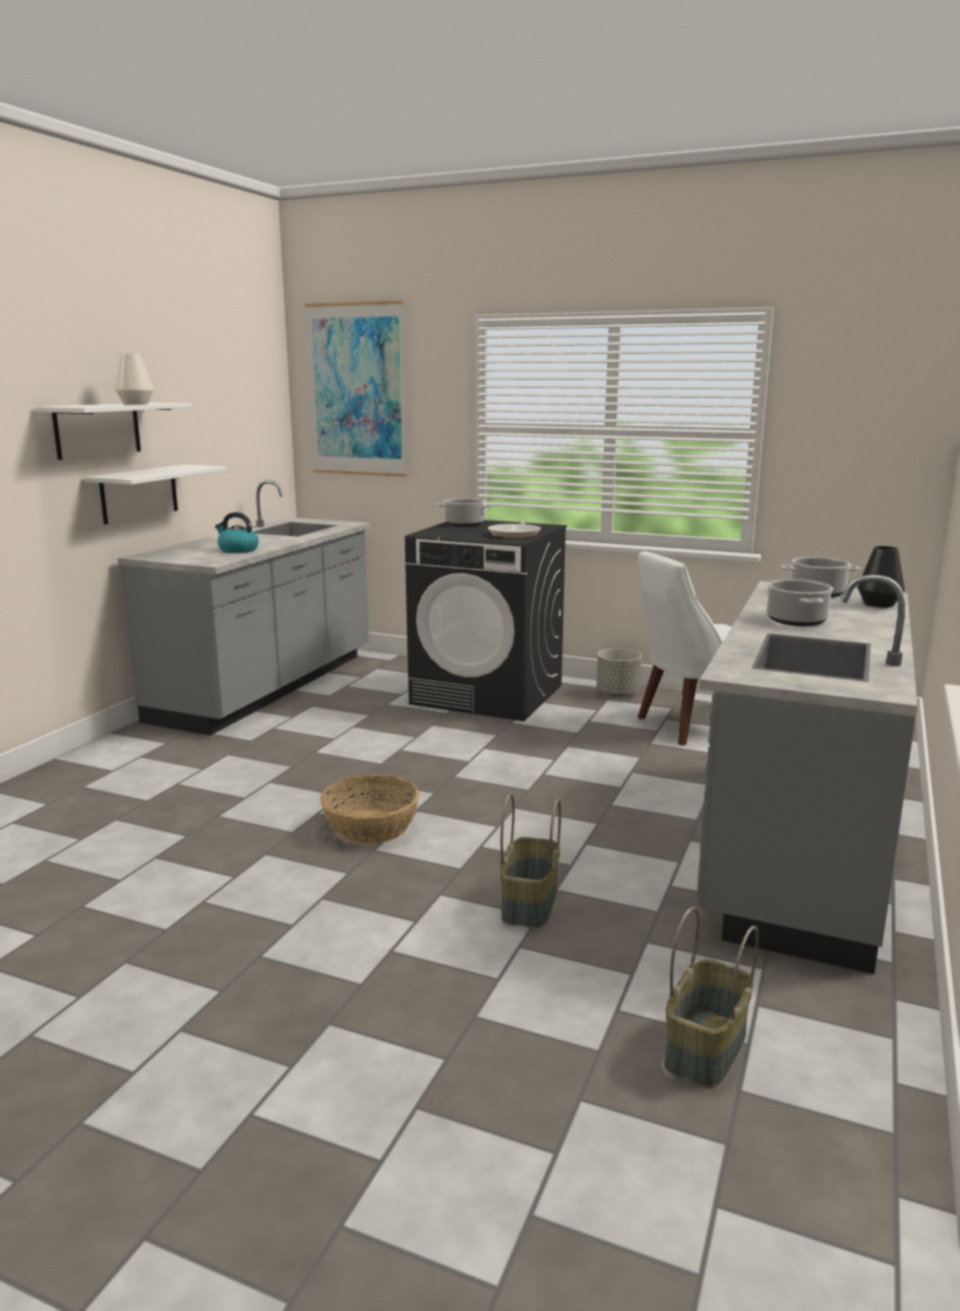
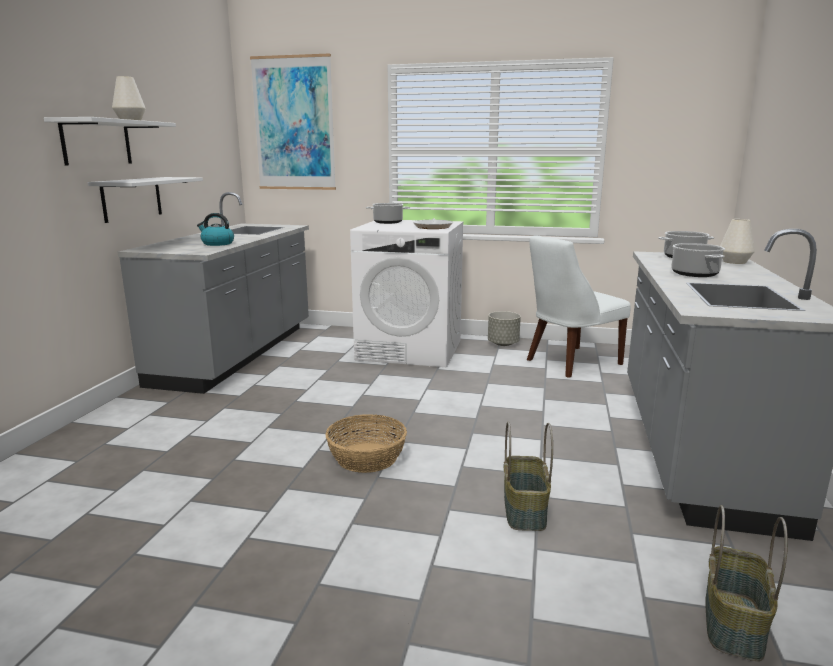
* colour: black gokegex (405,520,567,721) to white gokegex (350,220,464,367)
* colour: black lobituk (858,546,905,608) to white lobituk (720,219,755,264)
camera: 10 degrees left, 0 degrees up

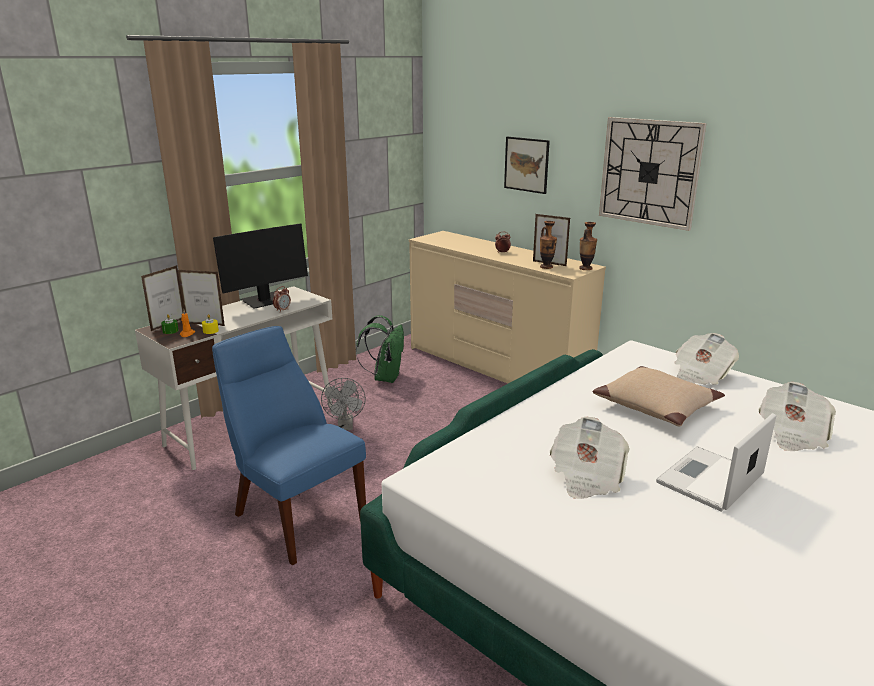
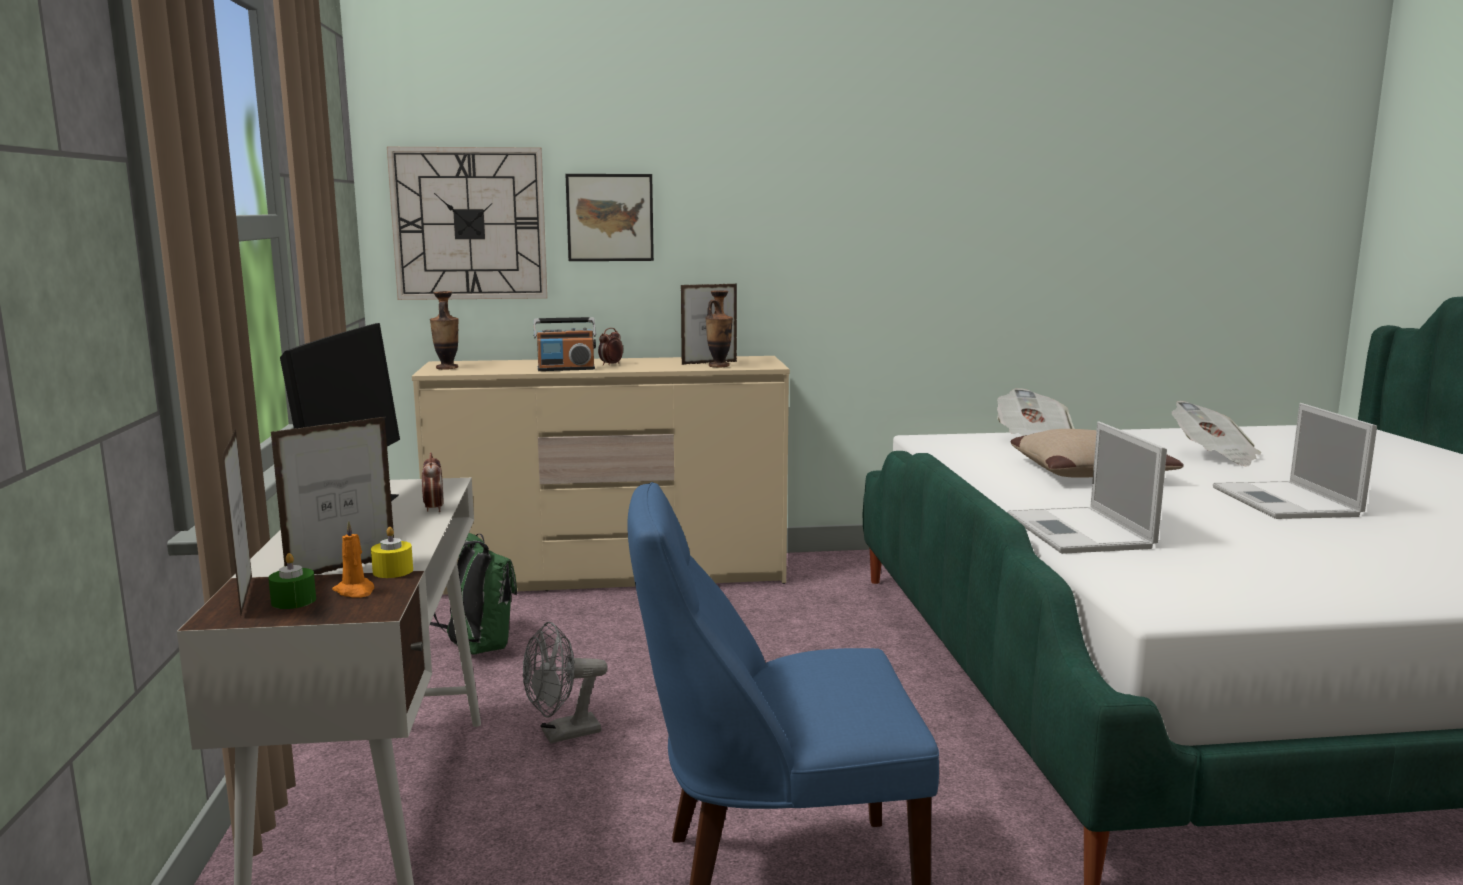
* relocated: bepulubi (599,117,707,231) to (387,147,548,300)
* relocated: lobituk (579,222,597,270) to (430,291,459,370)
* spun: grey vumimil (321,378,366,430) = (522,622,608,744) 120 degrees clockwise
* appeared: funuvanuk (533,317,596,371)
* appeared: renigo (1007,421,1167,554)
* missing: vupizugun (550,417,630,499)
camera: 50 degrees left, 10 degrees down

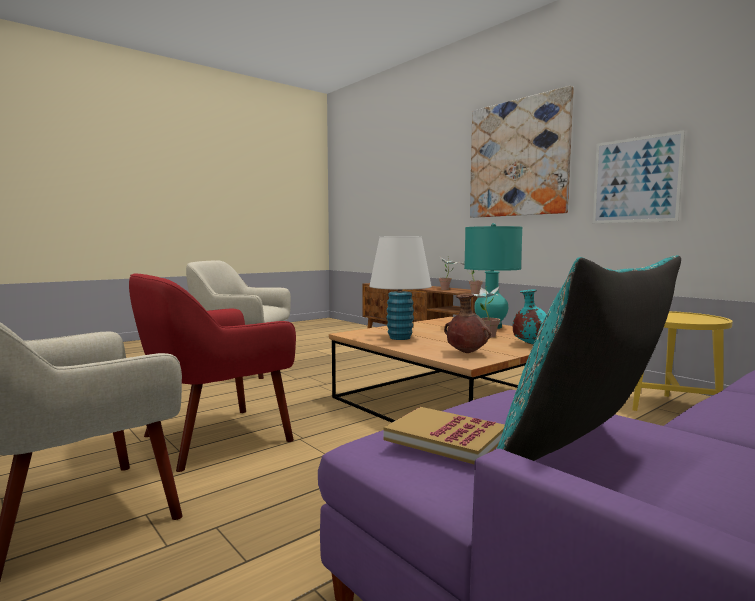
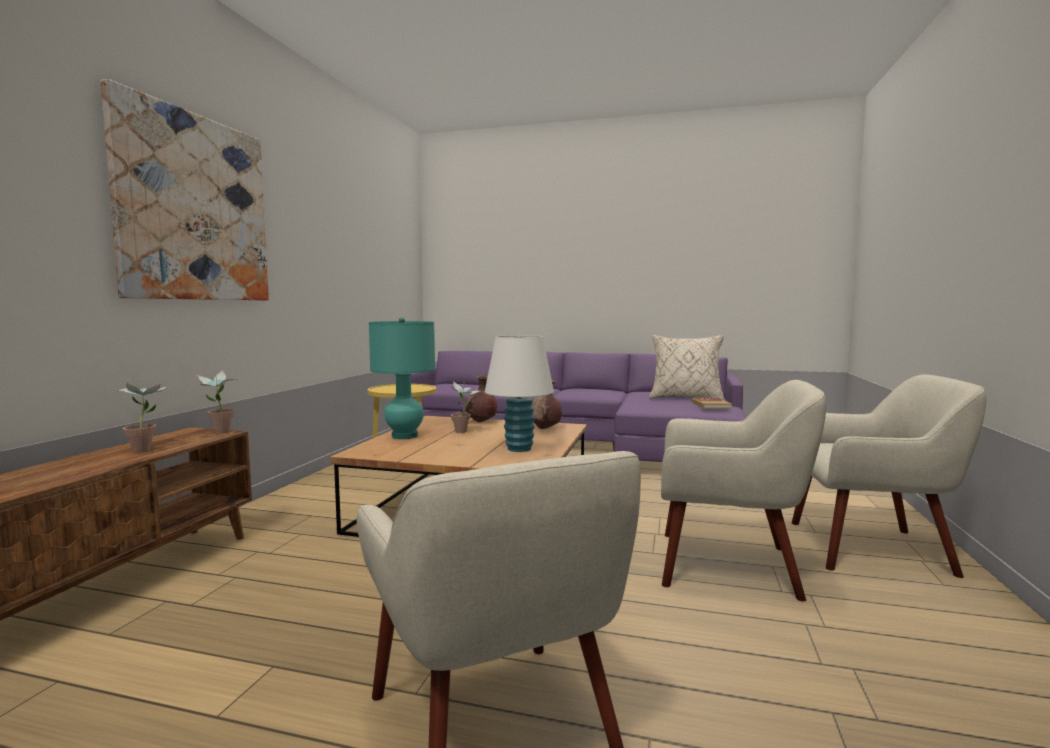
* colour: turquoise lobituk (513,290,546,344) to brown lobituk (465,375,497,422)
* colour: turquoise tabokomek (497,255,681,461) to beige tabokomek (649,335,724,400)
* colour: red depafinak (129,273,296,472) to beige depafinak (661,380,826,602)
* missing: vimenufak (593,130,685,223)
camera: 125 degrees left, 0 degrees up

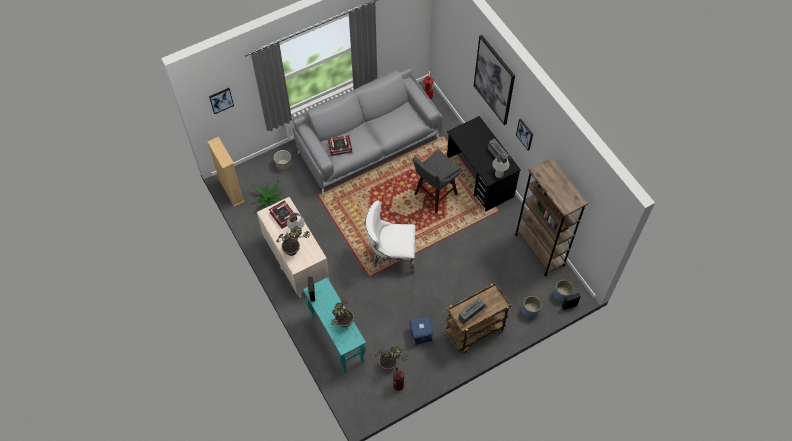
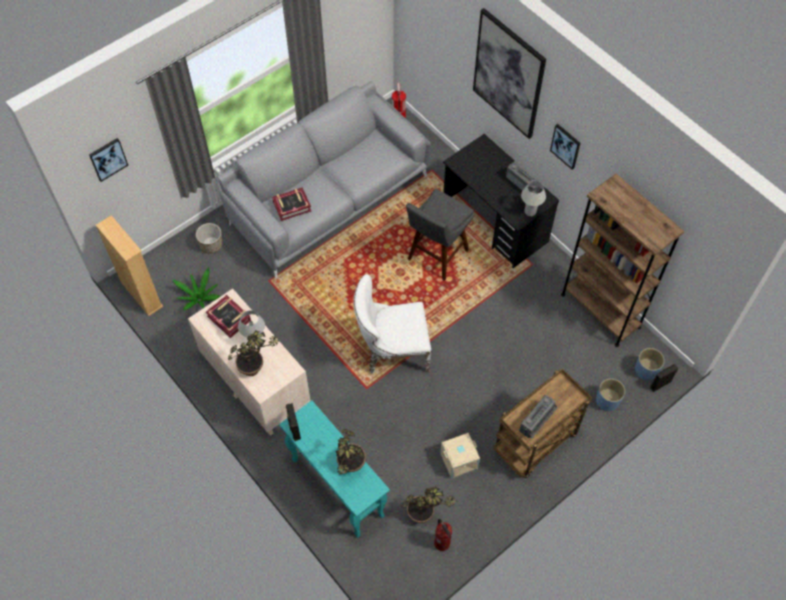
* colour: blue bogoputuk (410,316,433,345) to beige bogoputuk (440,433,480,479)
camera: 10 degrees left, 0 degrees up

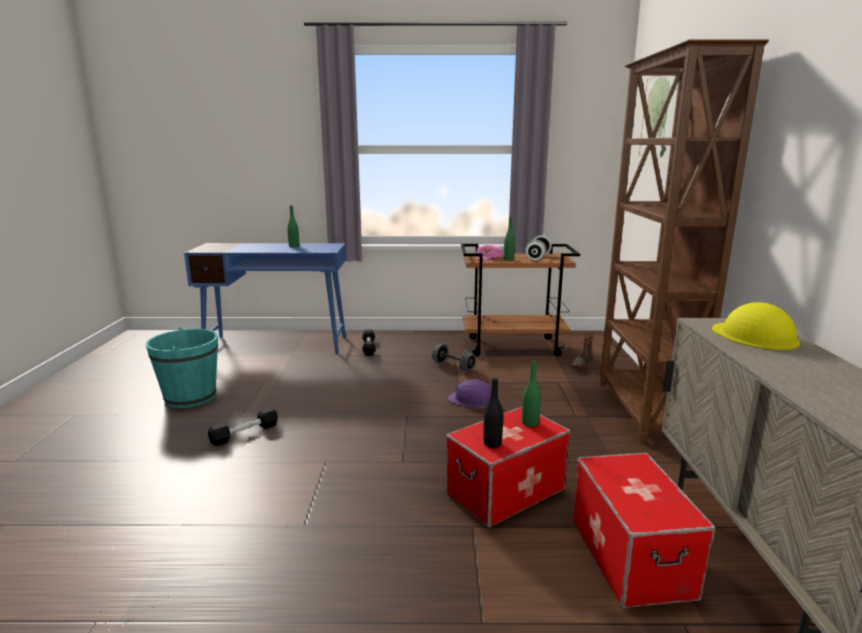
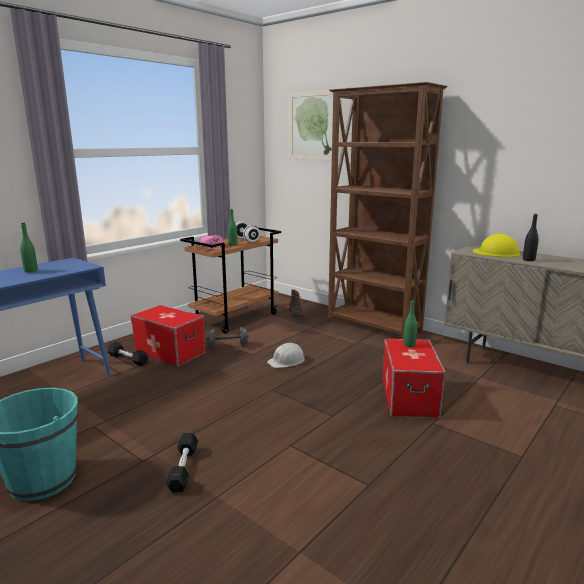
* relocated: bogoputuk (573,453,715,608) to (130,305,205,367)
* colour: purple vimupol (448,379,499,408) to white vimupol (267,343,305,368)
* relocated: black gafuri (483,376,503,448) to (523,214,539,261)
camera: 50 degrees left, 0 degrees up

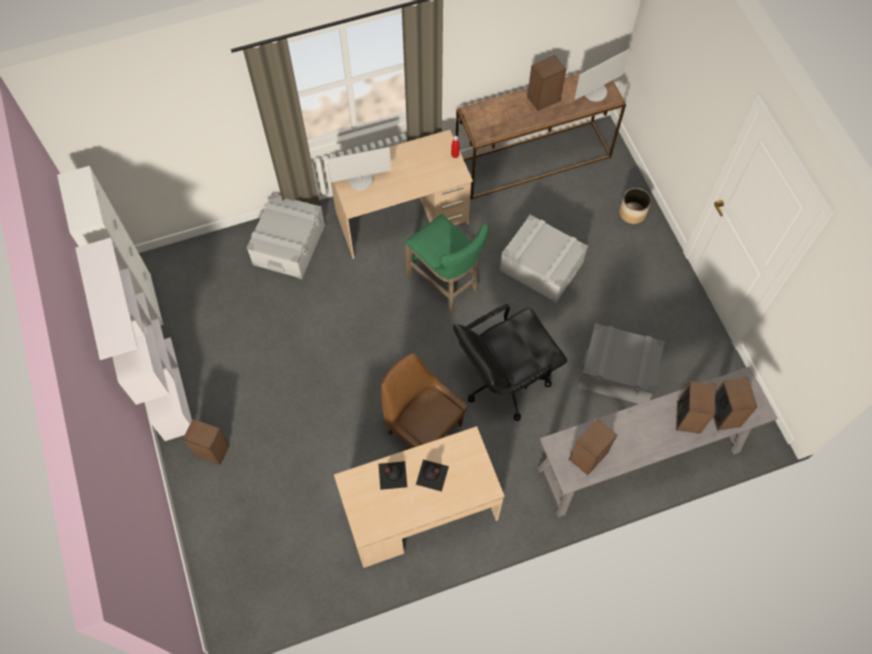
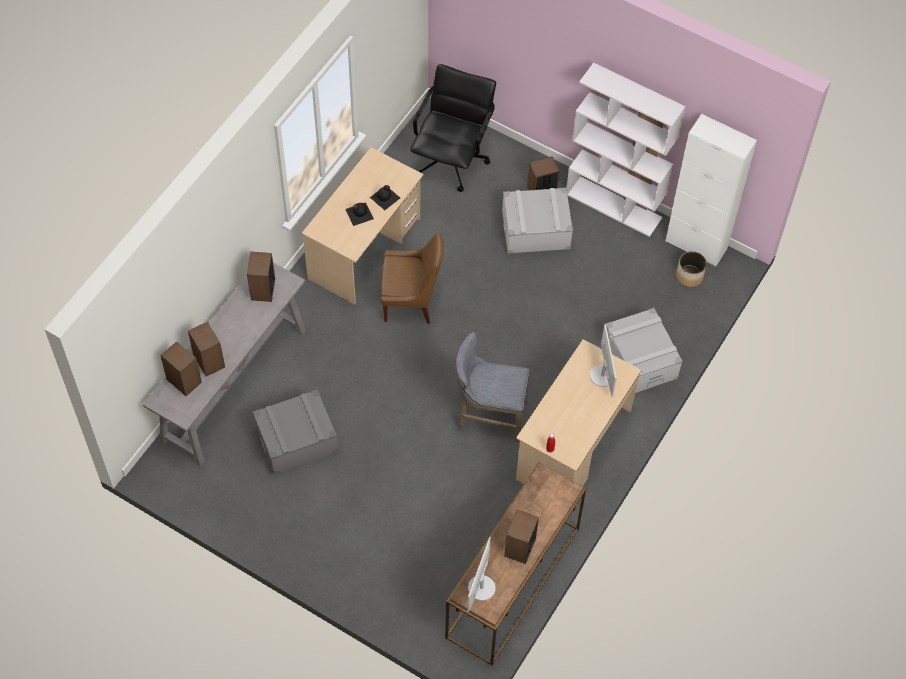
* relocated: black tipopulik (453,304,567,421) to (410,64,496,192)
* colour: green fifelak (405,214,489,312) to grey fifelak (455,332,530,442)
* relocated: grey bogoputuk (499,215,588,303) to (502,188,573,253)
* spun: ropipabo (327,147,391,190) = (590,324,617,397) 135 degrees clockwise
* relocated: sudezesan (619,188,651,224) to (676,251,707,287)
camera: 140 degrees right, 5 degrees down

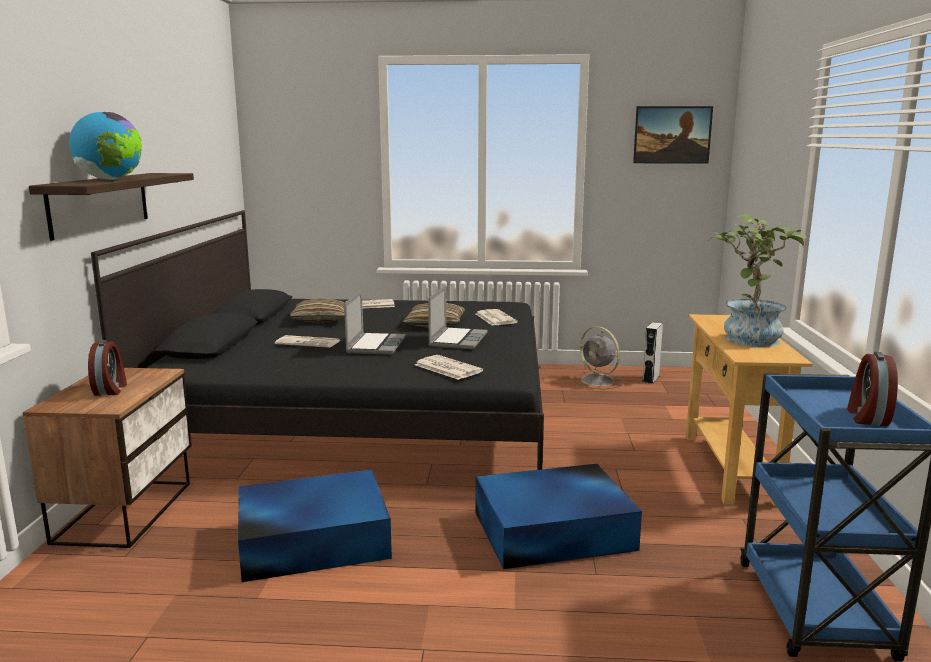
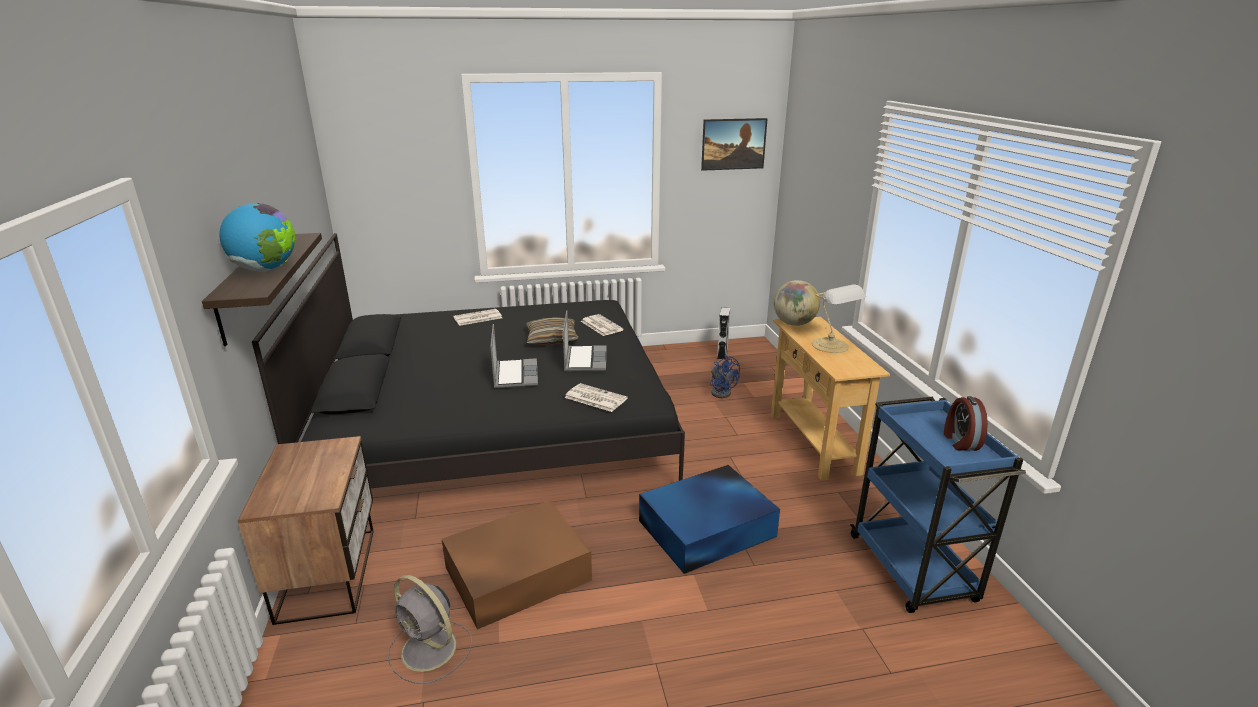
* relocated: grey vumimil (573,326,625,389) to (388,575,472,684)
* colour: blue bogoputuk (238,470,392,582) to brown bogoputuk (442,501,592,630)
* appeared: blue vumimil (710,355,740,398)
* appeared: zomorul (774,280,820,326)
* exchanged: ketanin (709,214,806,347) to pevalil (812,284,866,353)
* missing: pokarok (88,340,127,396)
* missing: vupizugun (275,335,340,348)
* missing: tabokomek (290,298,345,323)
camera: 15 degrees left, 10 degrees up

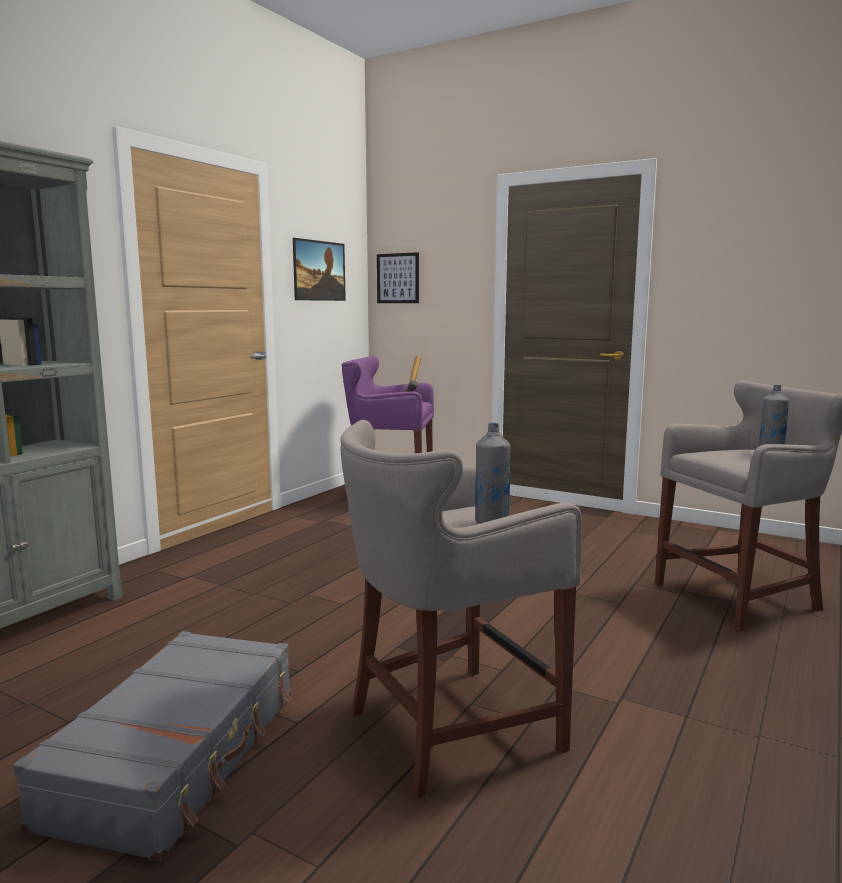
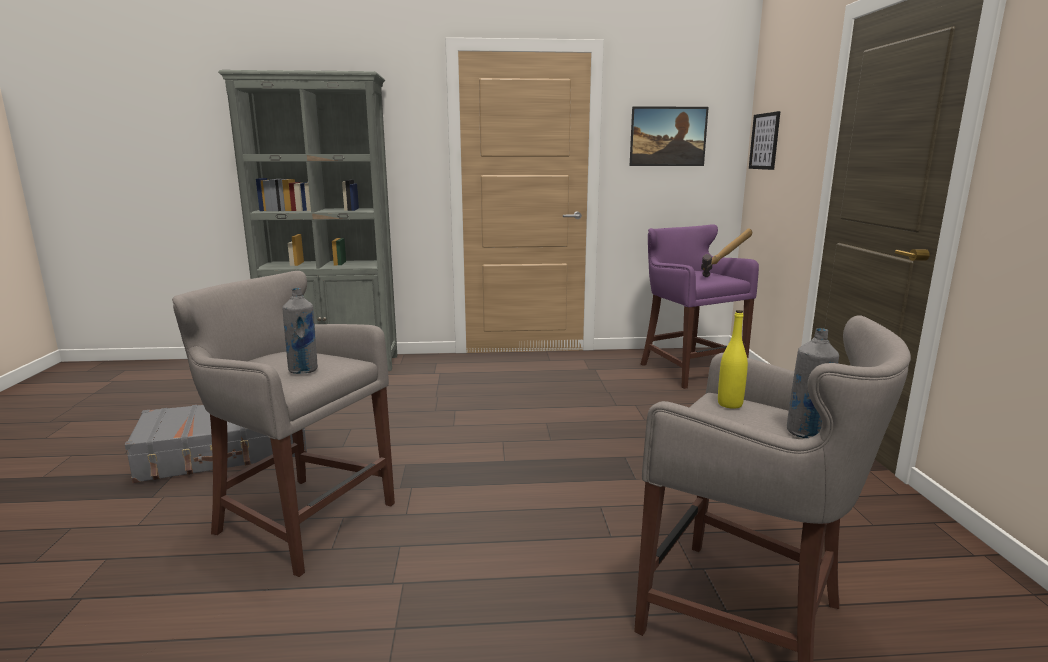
* appeared: yellow gafuri (718,310,748,409)
camera: 55 degrees right, 5 degrees up

